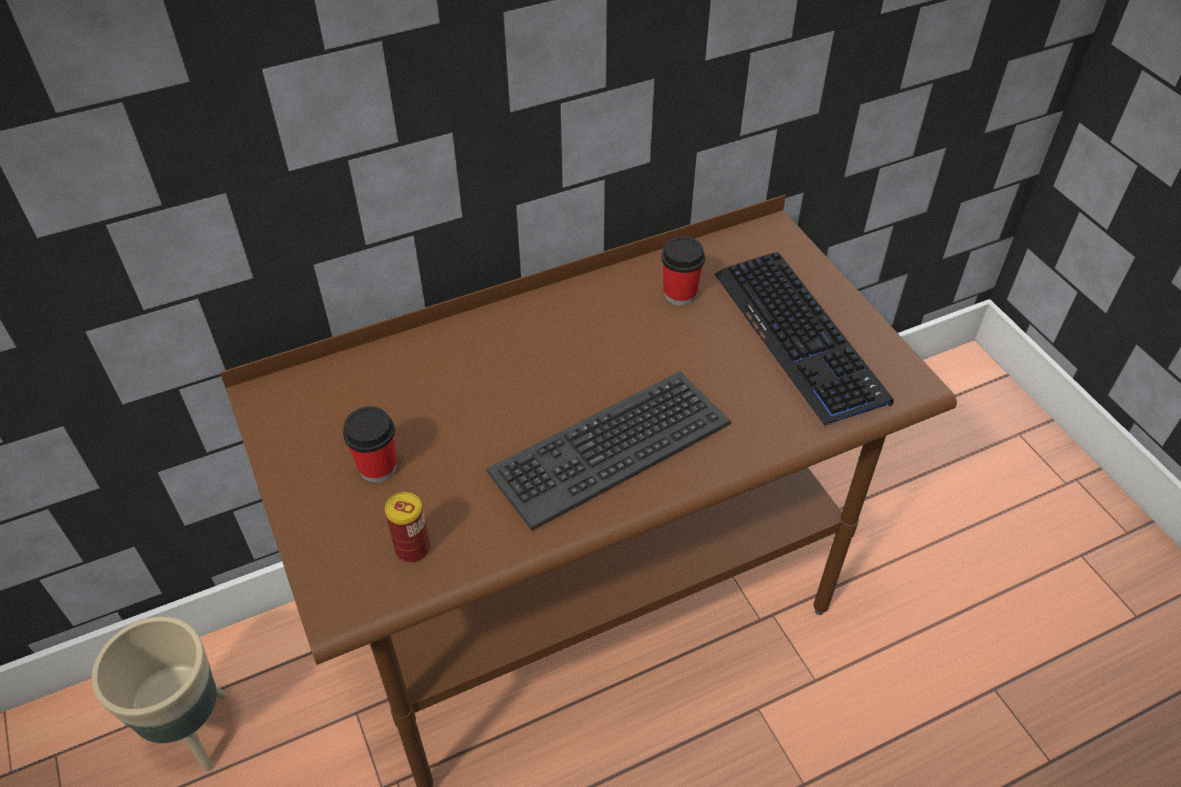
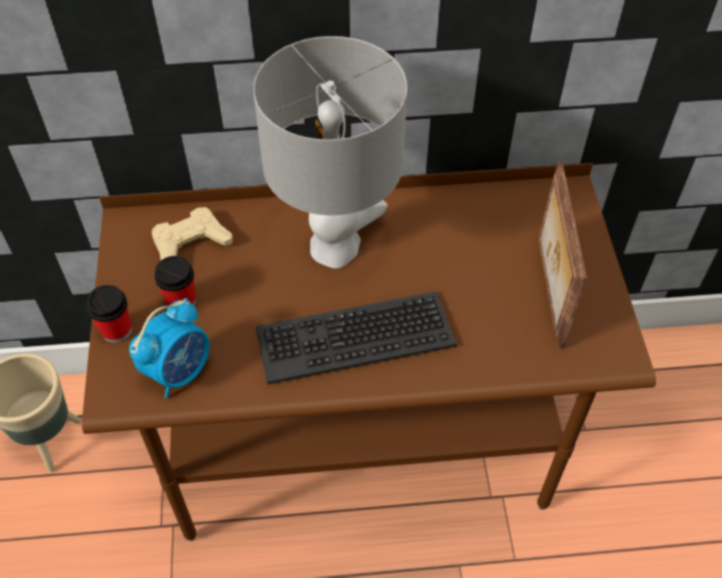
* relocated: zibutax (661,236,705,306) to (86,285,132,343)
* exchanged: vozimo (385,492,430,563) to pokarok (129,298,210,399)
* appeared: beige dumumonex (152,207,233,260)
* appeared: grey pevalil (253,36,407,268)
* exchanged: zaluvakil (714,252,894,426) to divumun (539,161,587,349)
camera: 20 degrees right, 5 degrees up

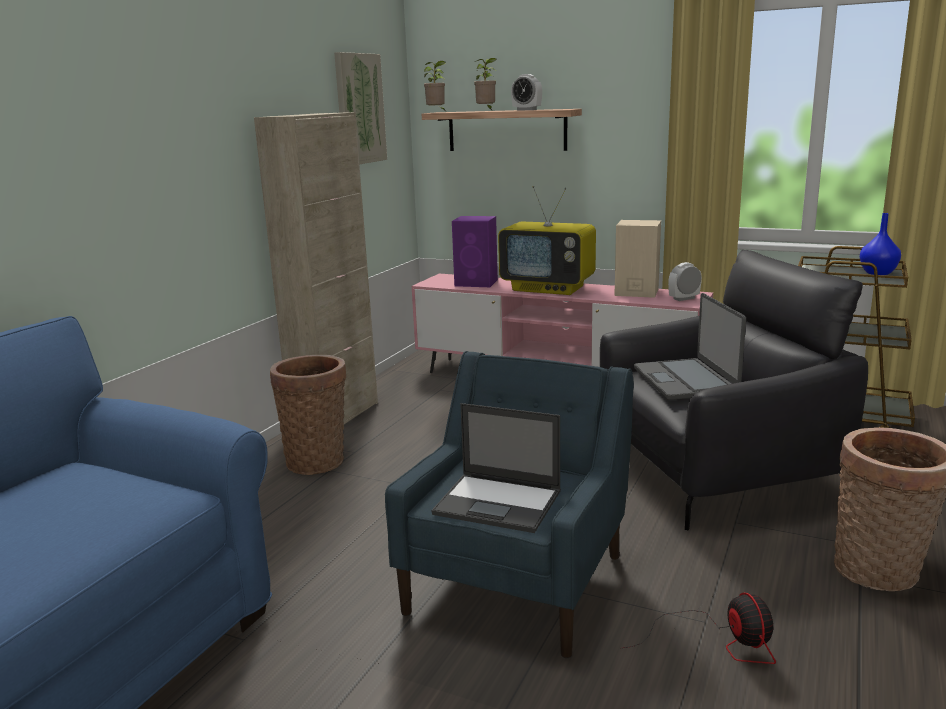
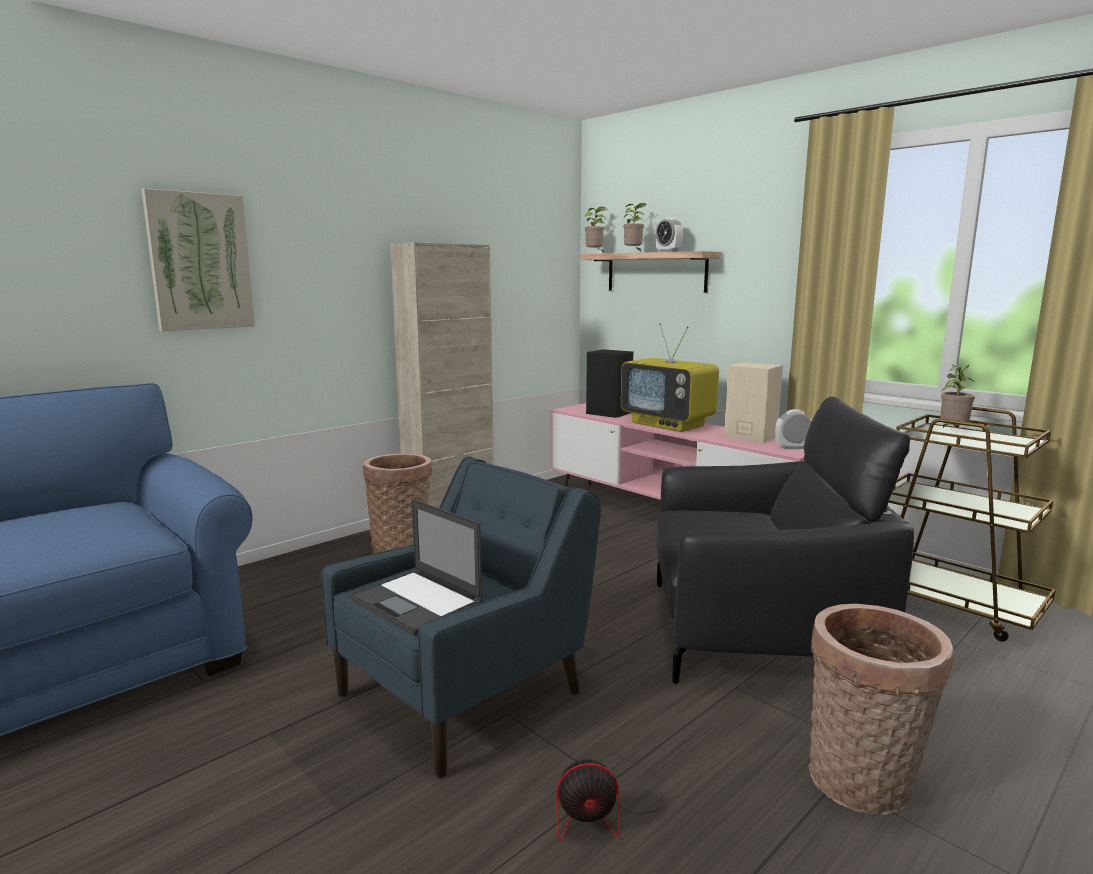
* relocated: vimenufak (334,52,387,164) to (141,188,255,331)
* spun: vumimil (623,593,776,664) = (555,735,664,841) 75 degrees clockwise
* colour: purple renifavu (452,216,498,287) to black renifavu (586,349,633,418)
* appeared: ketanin (940,364,975,428)
* missing: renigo (634,293,746,400)
* missing: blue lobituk (860,213,901,275)
camera: 20 degrees right, 5 degrees down

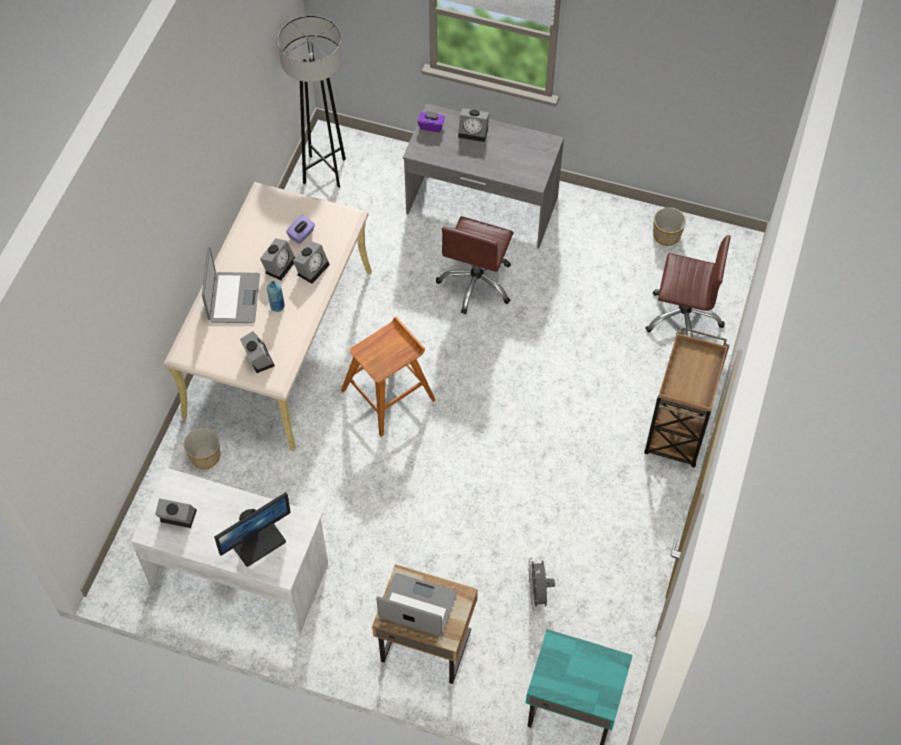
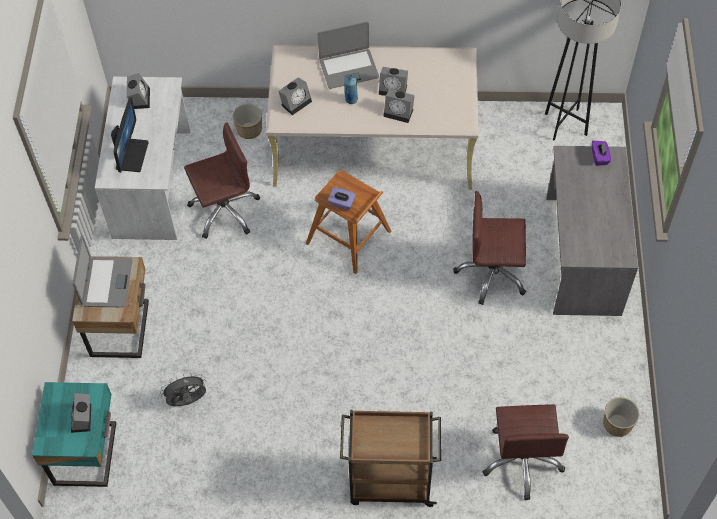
* relocated: pokarok (458,108,489,142) to (71,393,91,433)
* spun: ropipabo (214,492,291,567) = (111,97,149,172) 120 degrees counterclockwise
* appeared: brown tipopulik (184,122,260,239)
* relocated: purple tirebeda (286,215,315,244) to (328,187,356,210)
camera: 75 degrees right, 0 degrees up

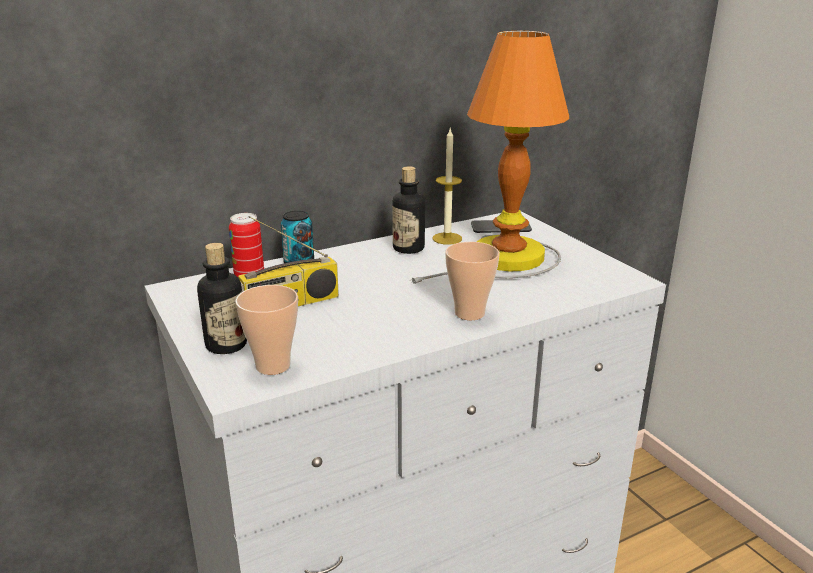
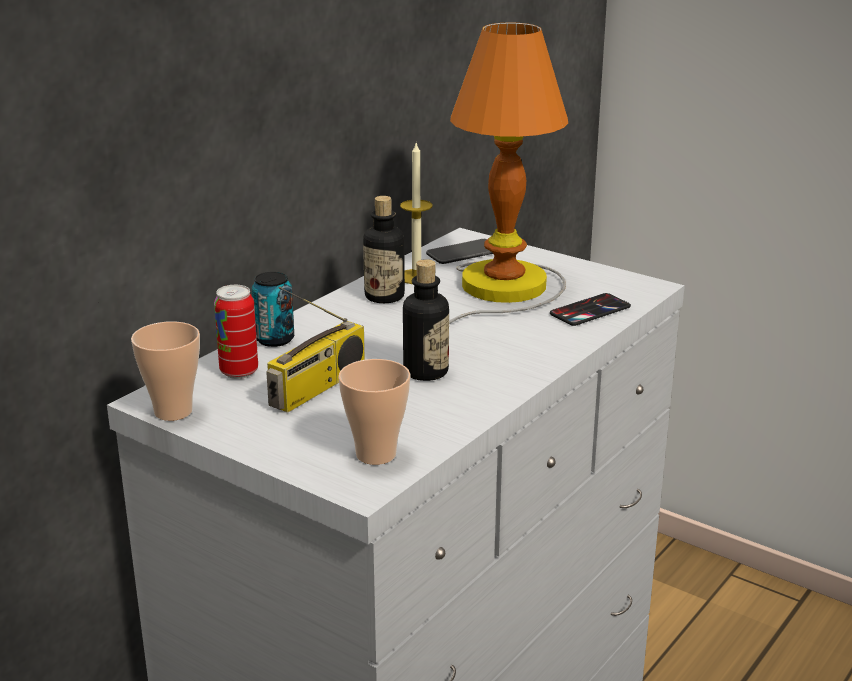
* relocated: zibutax (445,242,500,320) to (131,321,200,421)
* relocated: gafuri (197,243,247,354) to (403,259,449,381)
* appeared: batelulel (550,293,631,326)
camera: 25 degrees left, 0 degrees up

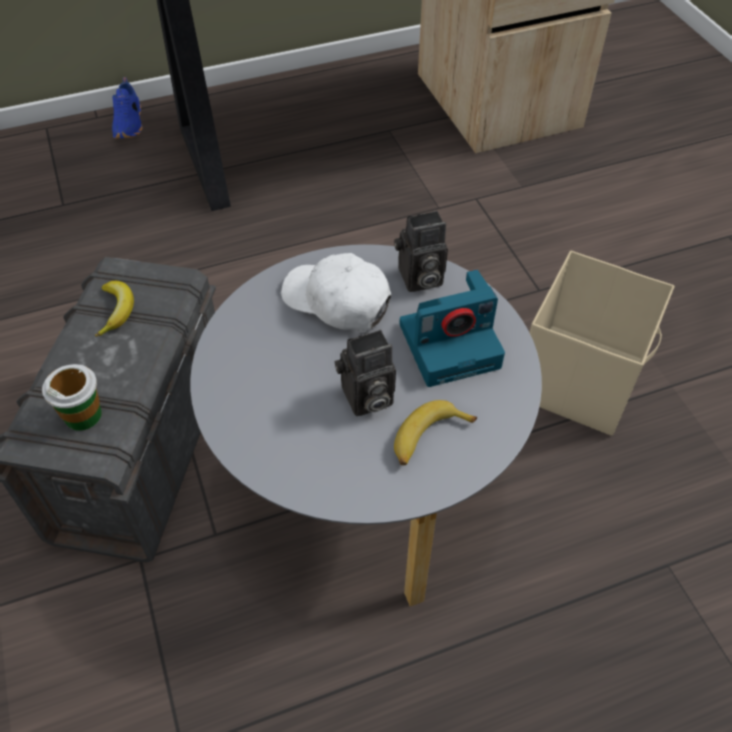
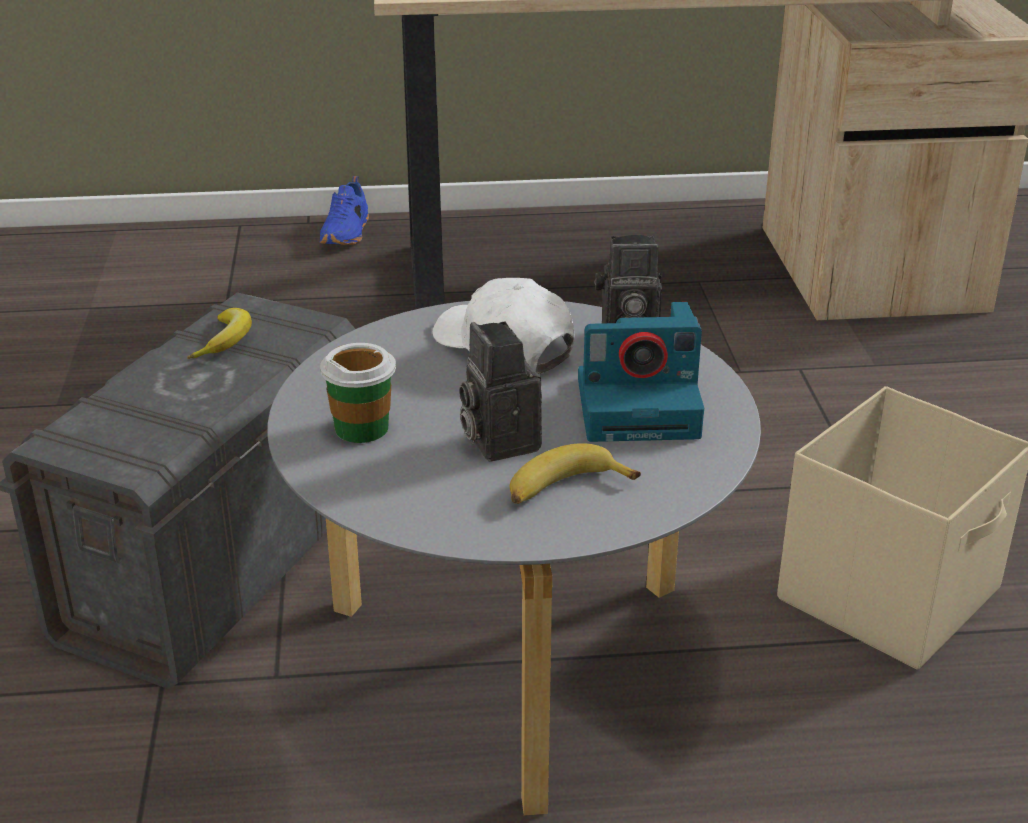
* relocated: zibutax (42,364,102,431) to (320,343,396,443)
* spun: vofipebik (335,330,396,416) = (459,321,542,461) 75 degrees clockwise
camera: 15 degrees right, 20 degrees down

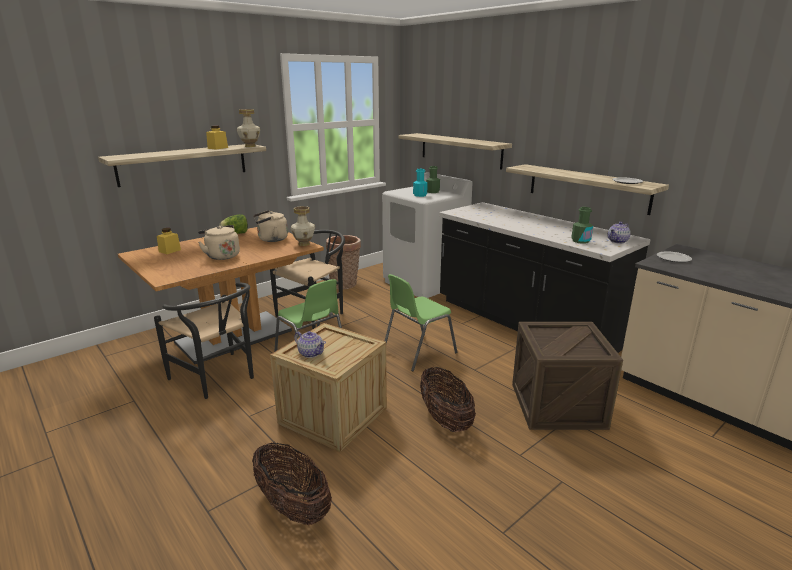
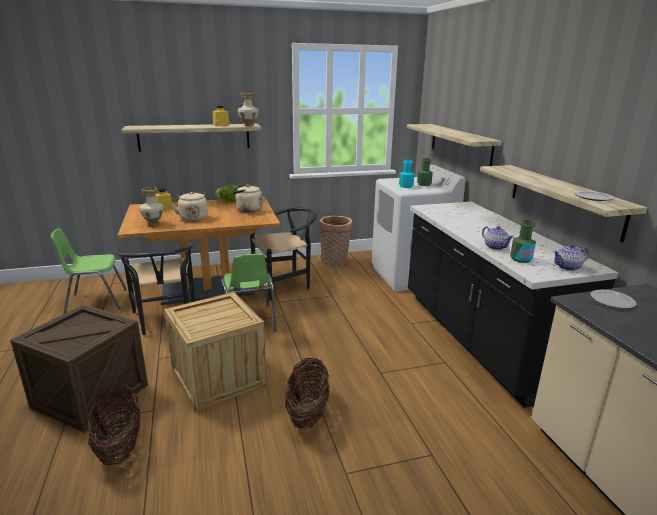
* relocated: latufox (512,322,623,430) to (10,304,148,433)
* relocated: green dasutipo (385,274,458,371) to (50,228,127,313)
* relocated: lobituk (291,206,315,246) to (139,187,164,226)
* relocated: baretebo (294,331,326,358) to (482,226,513,250)
camera: 25 degrees right, 0 degrees up

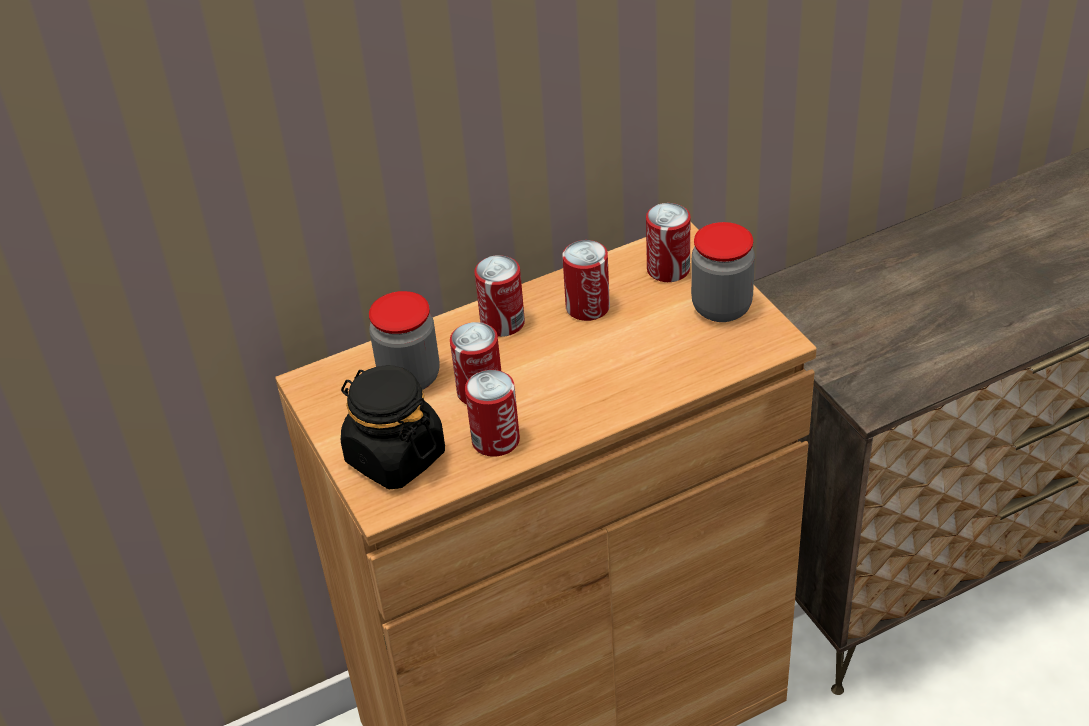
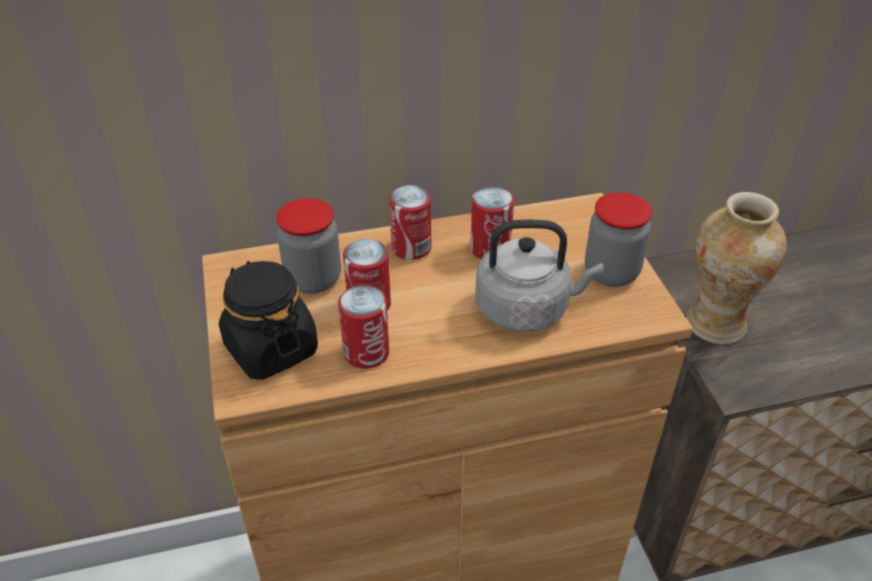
* appeared: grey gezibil (475,220,604,332)
* appeared: lobituk (686,192,787,344)
* missing: vozimo (646,203,690,282)
camera: 10 degrees right, 0 degrees up

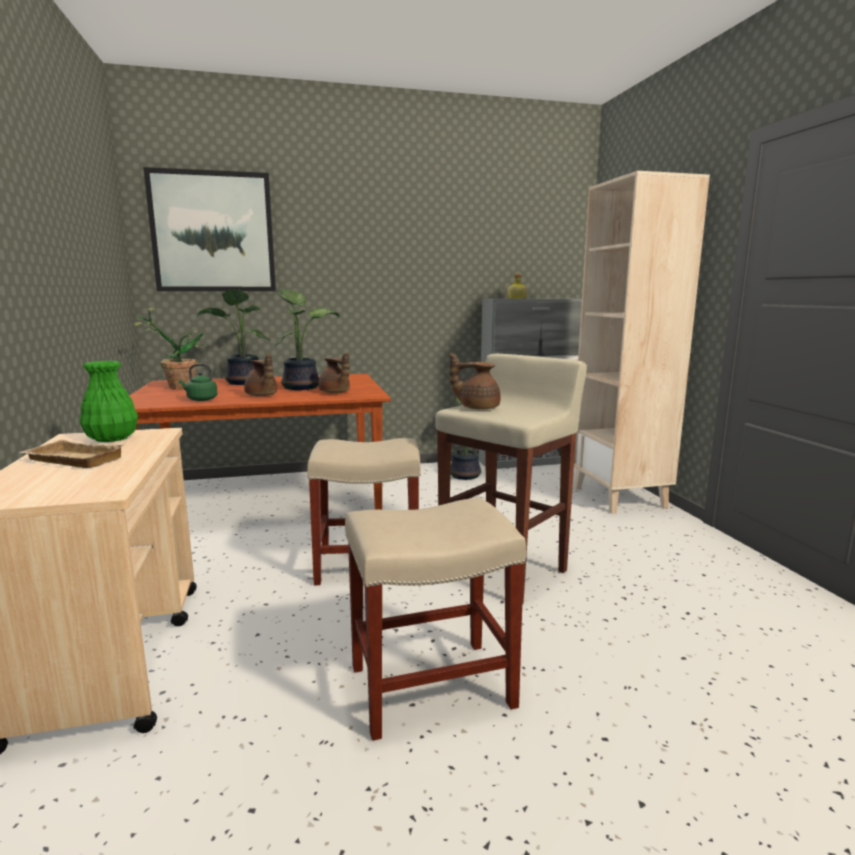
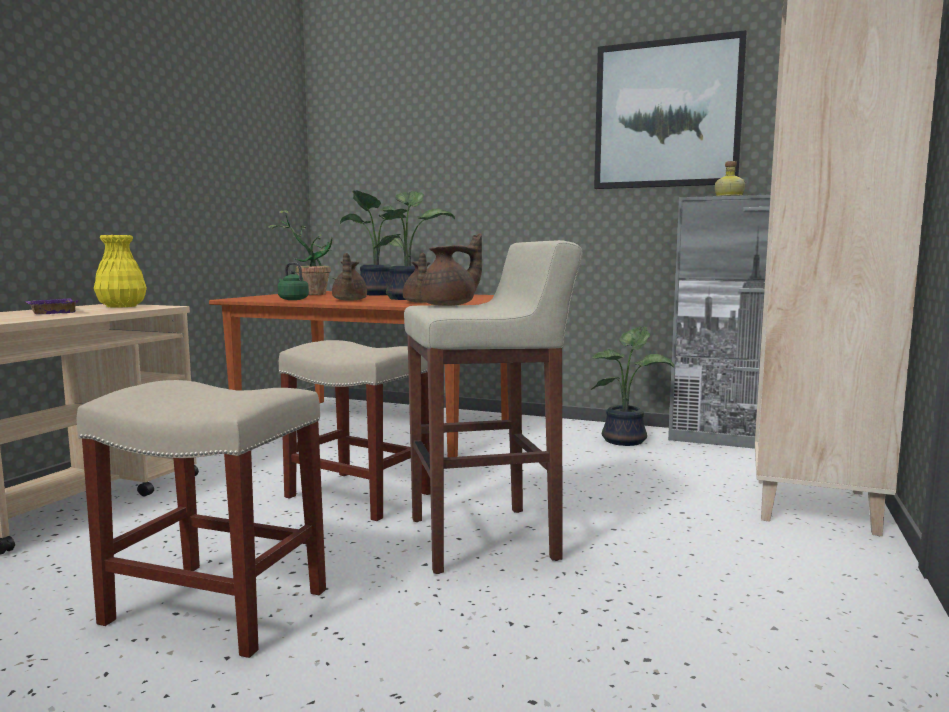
* colour: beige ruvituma (19,440,126,468) to purple ruvituma (25,299,79,314)
* colour: green lobituk (80,361,138,442) to yellow lobituk (94,235,147,308)
* spun: brown baretebo (449,353,501,409) = (421,233,482,306) 105 degrees clockwise
* relocated: vimenufak (143,167,276,291) to (594,30,747,189)
camera: 35 degrees right, 5 degrees down

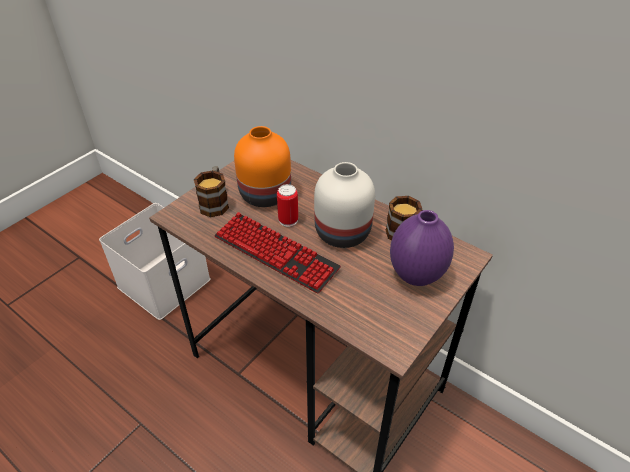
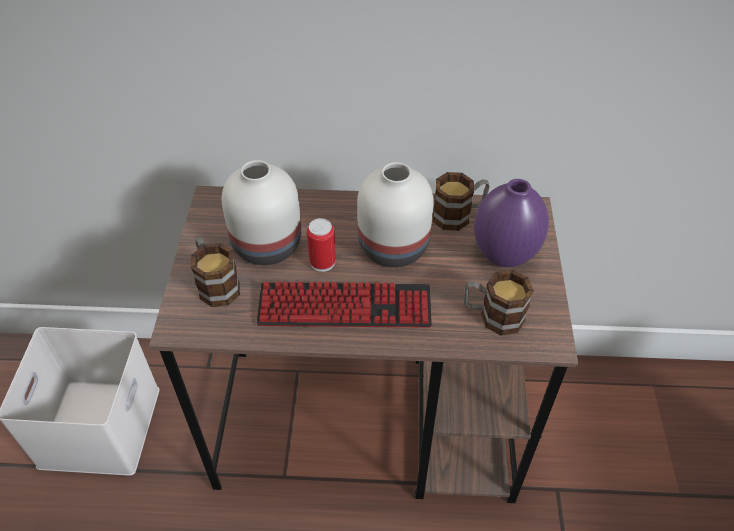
* colour: orange lobituk (234,126,291,207) to white lobituk (222,160,301,265)
* appeared: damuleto (464,270,534,335)
camera: 35 degrees left, 5 degrees up

